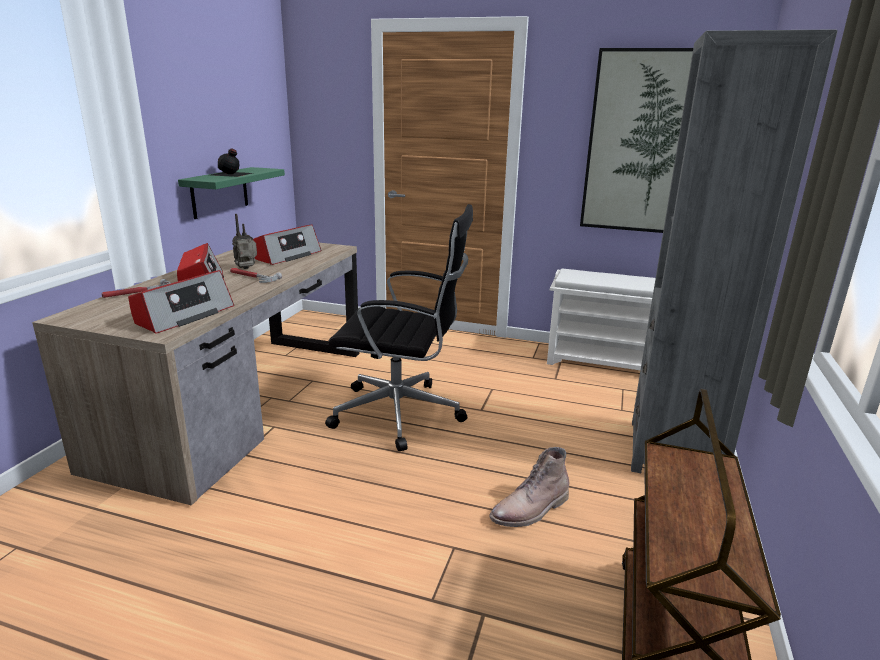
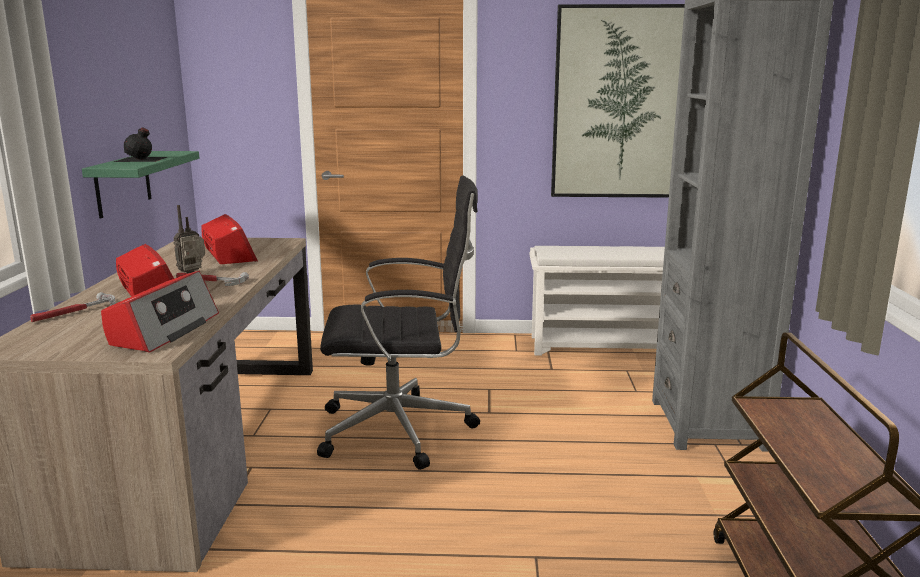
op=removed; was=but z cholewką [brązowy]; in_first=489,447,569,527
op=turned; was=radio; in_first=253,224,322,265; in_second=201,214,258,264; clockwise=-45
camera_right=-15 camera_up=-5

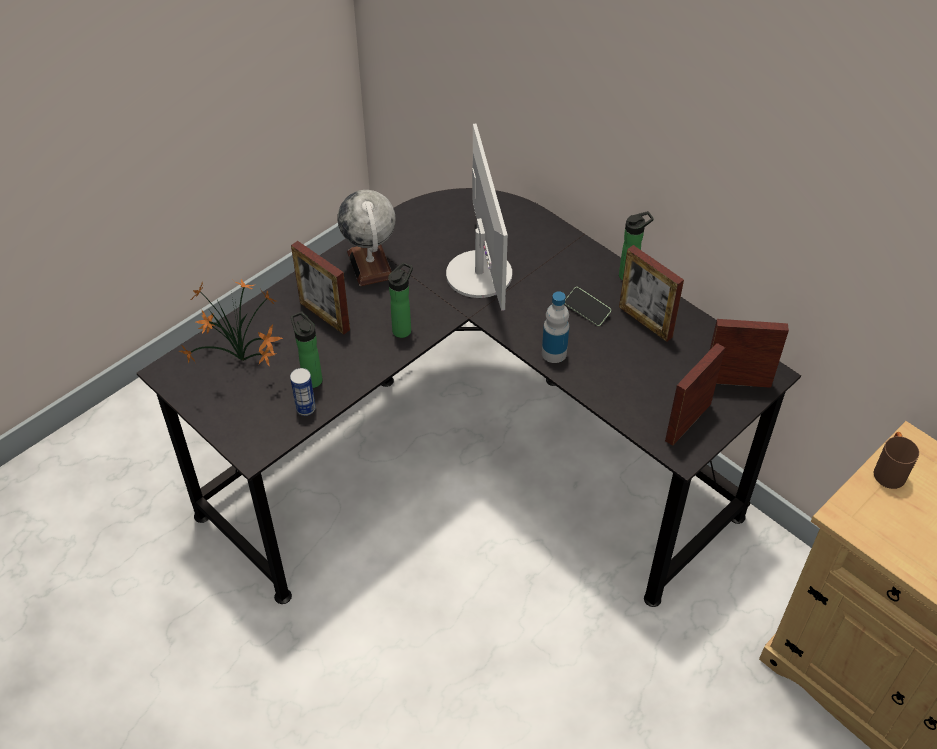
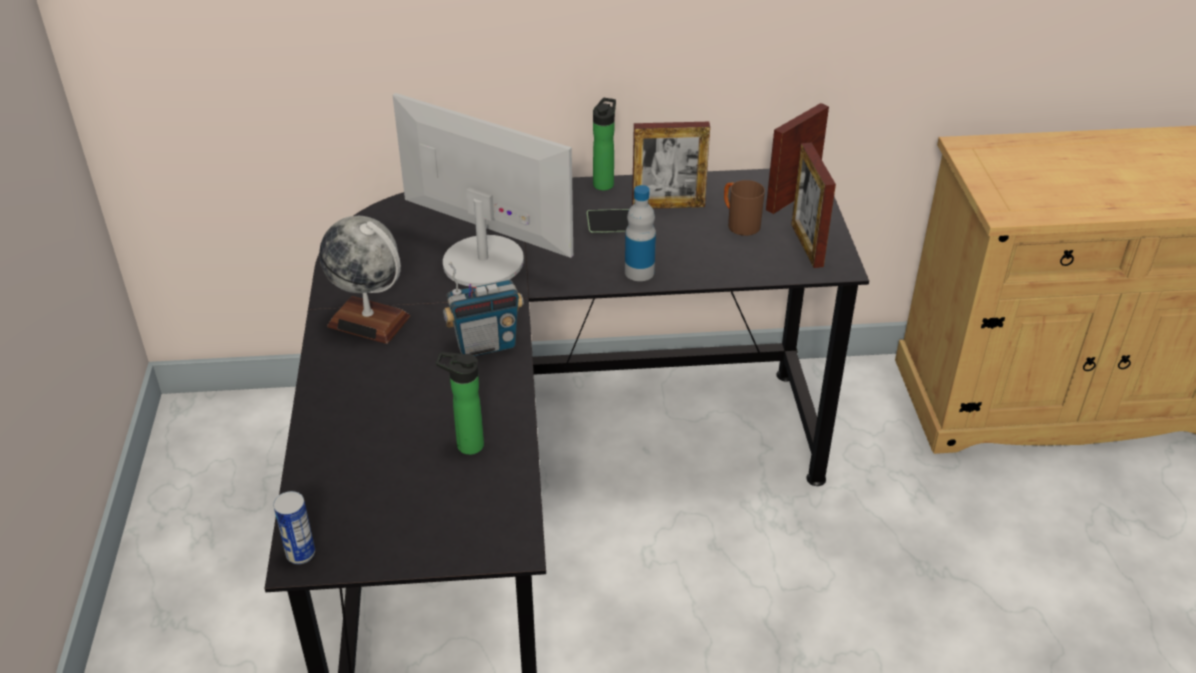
op=removed; was=roślina doniczkowa; in_first=178,279,283,367
op=removed; was=ramka na zdjęcie; in_first=291,241,350,335
op=moved; was=puszka; in_first=290,368,316,416; in_second=273,491,315,564
op=moved; was=kubek [brązowy]; in_first=874,432,919,489; in_second=724,180,765,236
op=replaced; was=butelka; now=radio; in_first=388,262,413,338; in_second=443,262,524,356
camera_right=-50 camera_up=-10

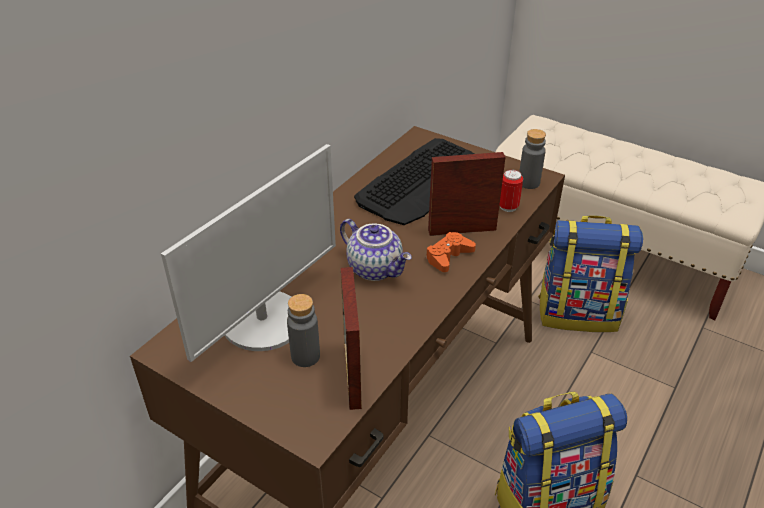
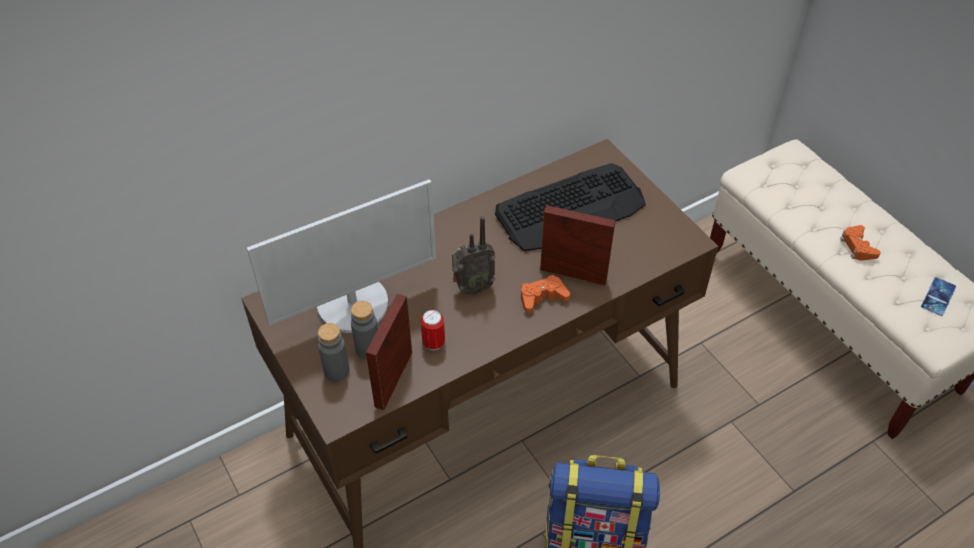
op=removed; was=plecak; in_first=538,216,643,332
op=added; now=pad do gier [pomarańczowy]; in_second=840,225,881,261
op=added; now=telefon; in_second=921,277,956,316
op=moved; was=puszka; in_first=499,169,523,212; in_second=421,310,445,350
op=moved; was=butelka [szary]; in_first=519,129,546,189; in_second=318,323,350,381
op=replaced; was=imbryk; now=radio; in_first=340,219,412,281; in_second=452,216,496,294
camera_right=25 camera_up=10

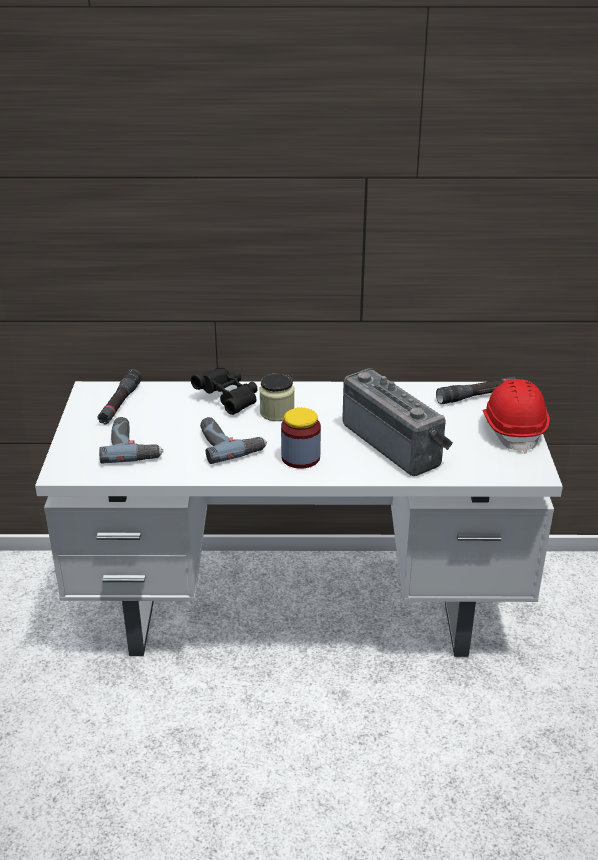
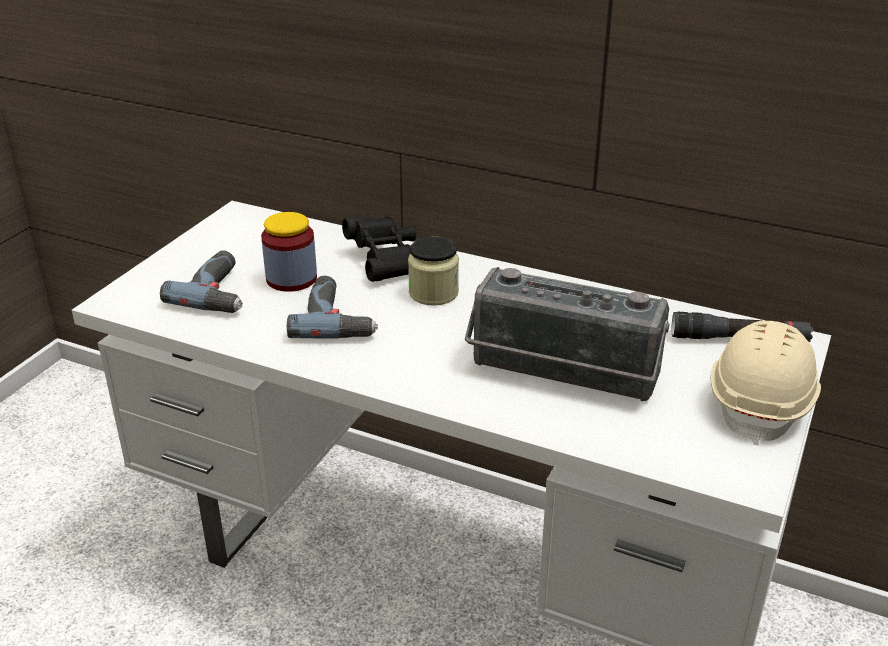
op=removed; was=latarka [czarny]; in_first=97,369,142,424
op=moved; was=słoik; in_first=281,408,321,469; in_second=261,212,317,292
op=recoloured; was=kask [czerwony]; now=kask [beżowy]; in_first=482,379,550,453; in_second=711,321,821,445
op=turned; was=radio; in_first=342,368,453,476; in_second=465,267,670,401; clockwise=120
camera_right=25 camera_up=0

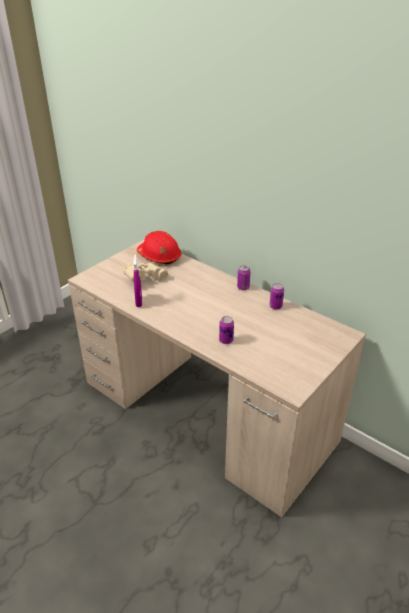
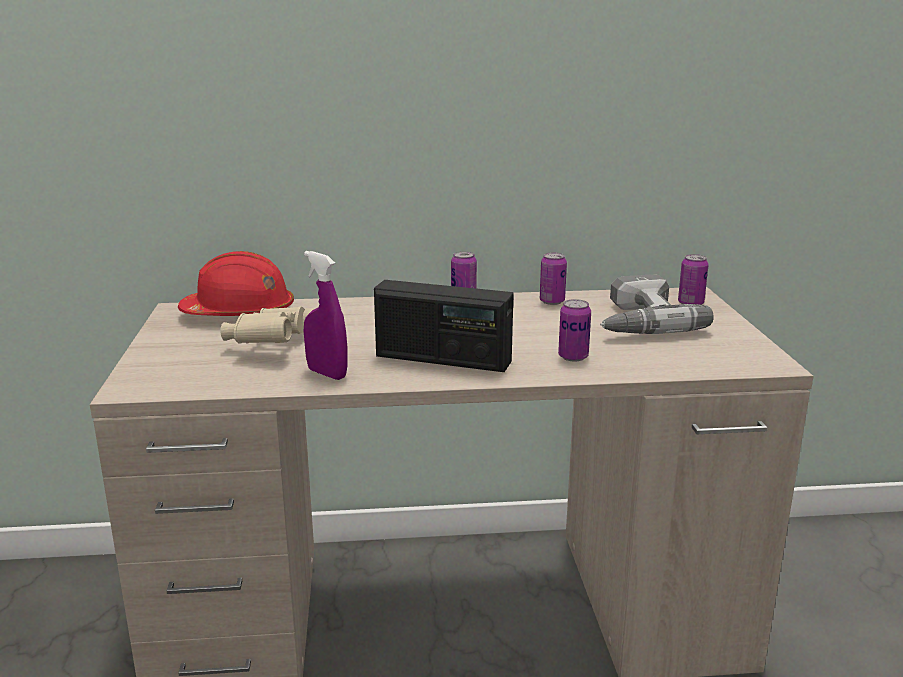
op=added; now=radio; in_second=374,280,514,372
op=added; now=wiertarka; in_second=600,274,714,334
op=added; now=puszka; in_second=678,254,708,305
camera_right=-45 camera_up=-15

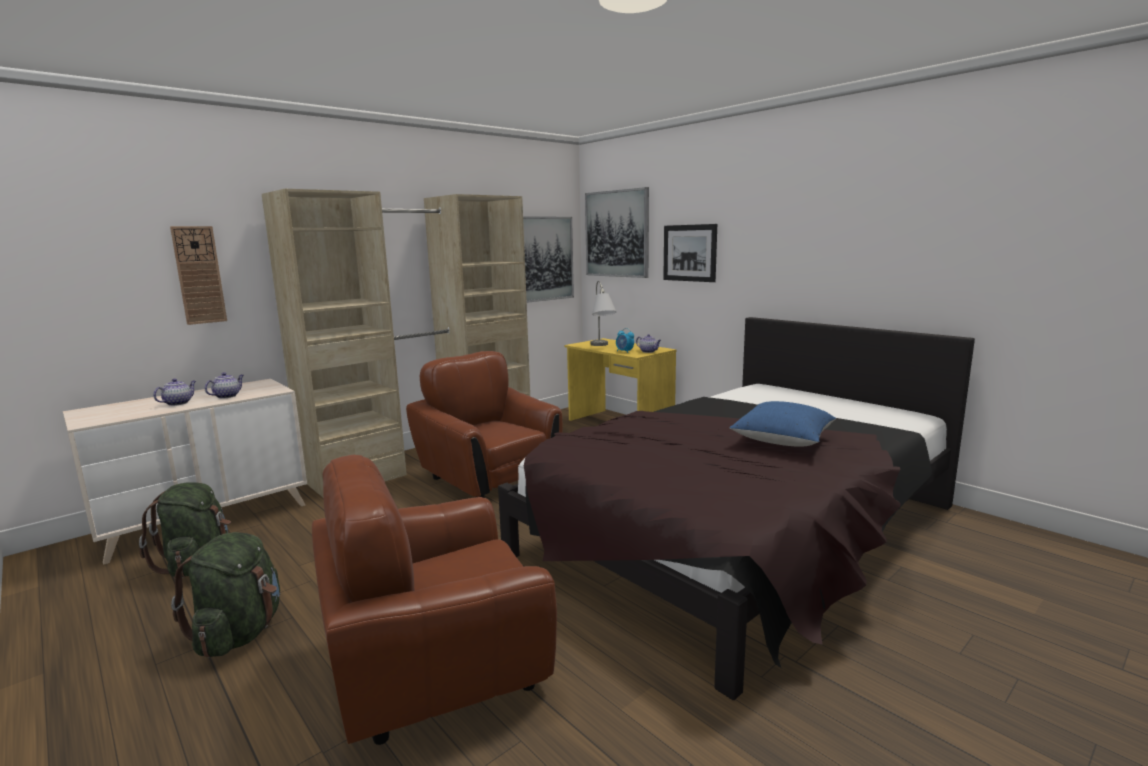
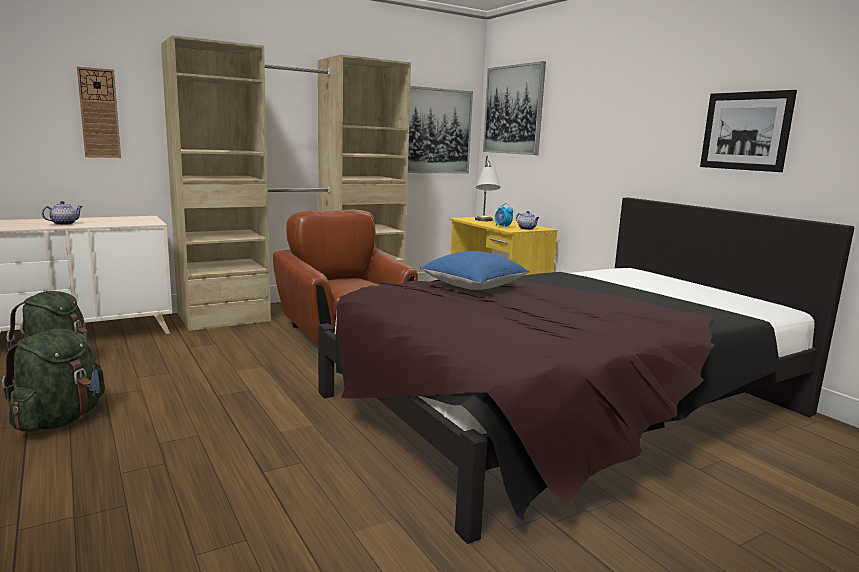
op=removed; was=imbryk; in_first=205,372,244,398
op=removed; was=fotel [brązowy]; in_first=312,455,557,745
op=moved; was=obraz; in_first=663,224,717,282; in_second=700,90,797,172
op=moved; was=poduszka [niebieski]; in_first=730,401,836,447; in_second=420,251,529,290
camera_right=10 camera_up=0

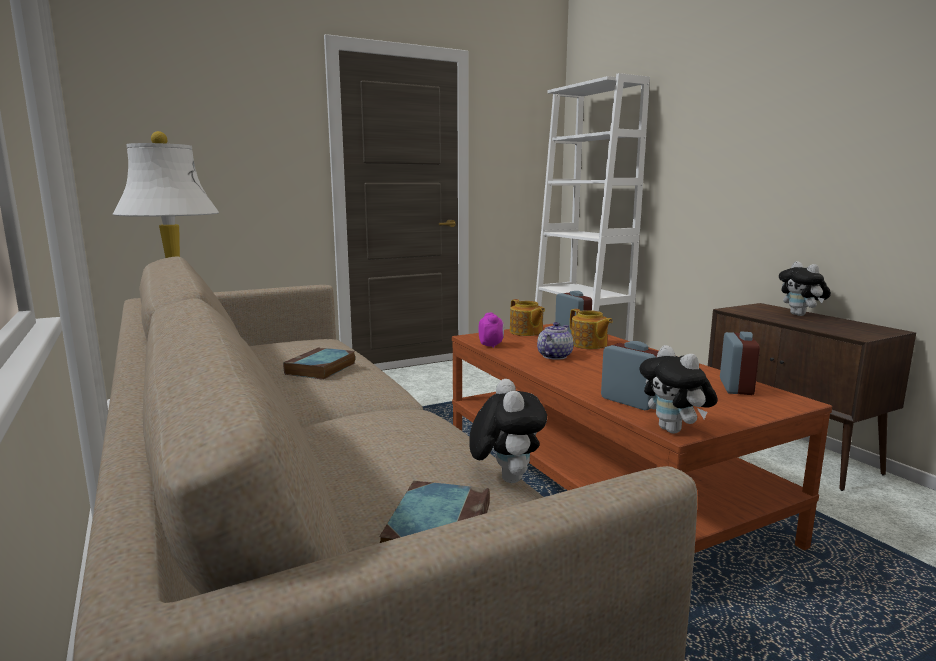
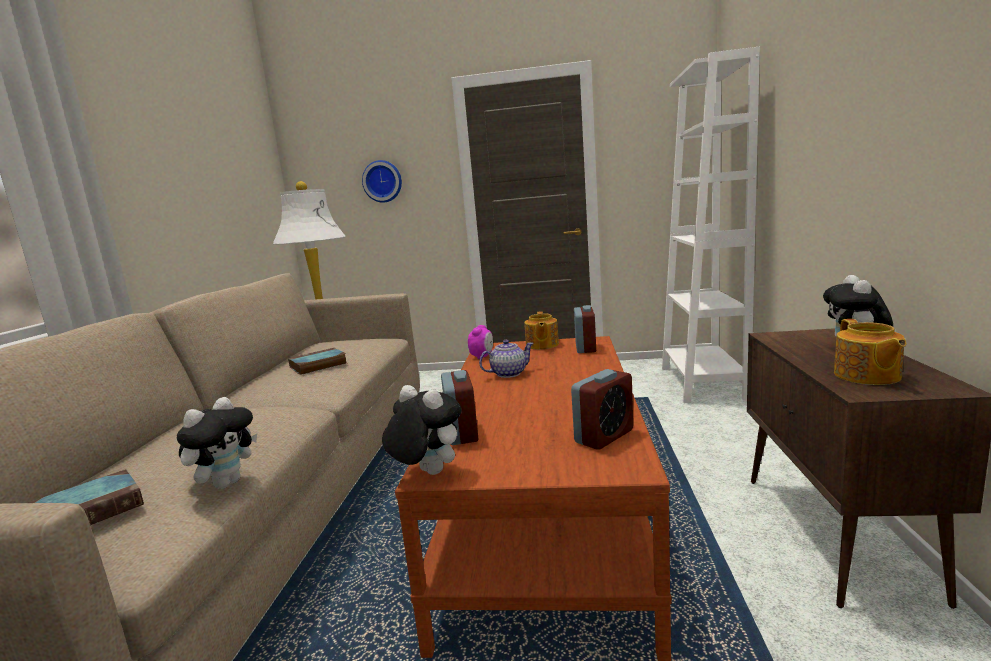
op=added; now=zegar ścienny; in_second=362,160,402,203
op=moved; was=imbryk; in_first=570,309,613,349; in_second=834,319,906,385
op=turned; was=pluszak; in_first=639,345,718,433; in_second=382,385,461,475; clockwise=120
camera_right=35 camera_up=0

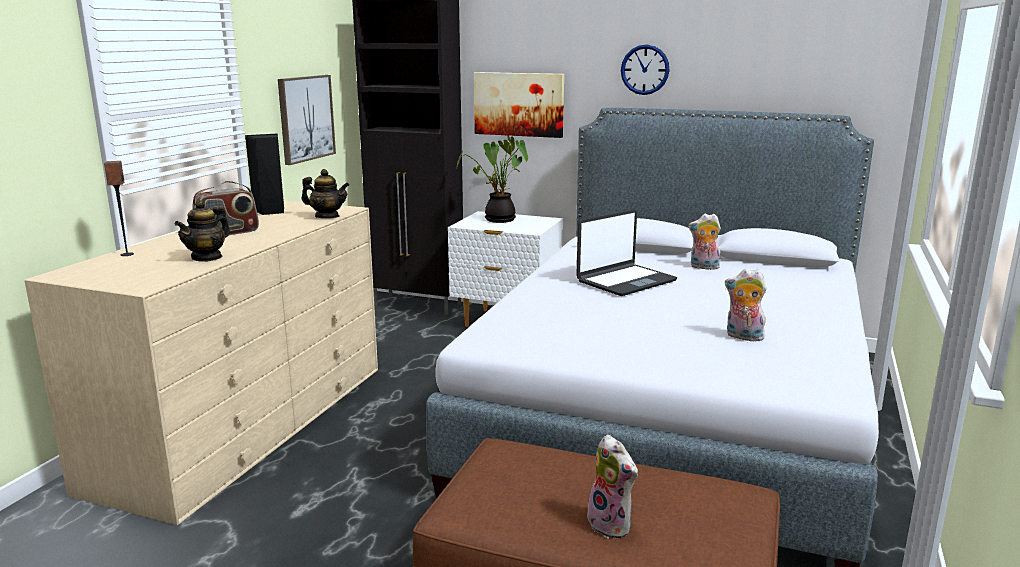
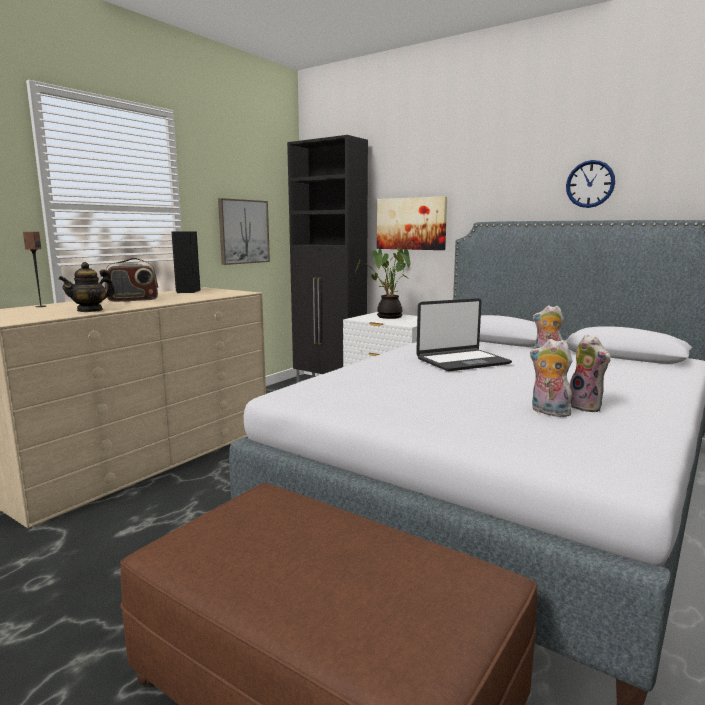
op=removed; was=imbryk; in_first=301,169,349,218
op=moved; was=pluszak; in_first=586,435,638,538; in_second=570,334,611,412
op=moved; was=zegar ścienny; in_first=621,45,670,95; in_second=566,160,615,208
camera_right=15 camera_up=-5

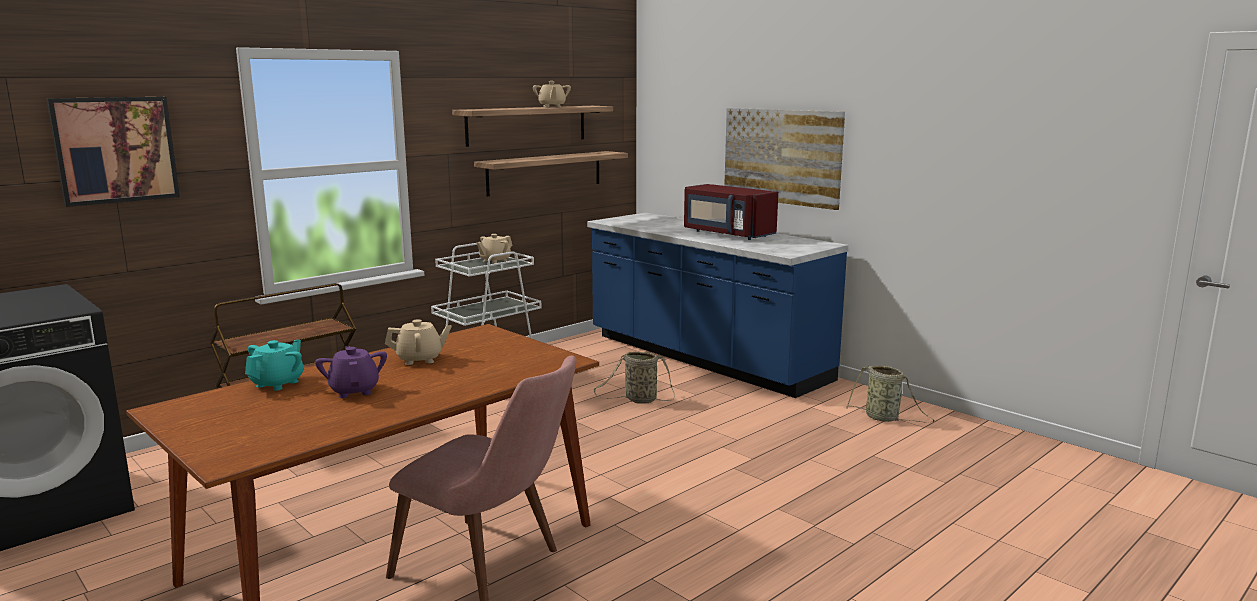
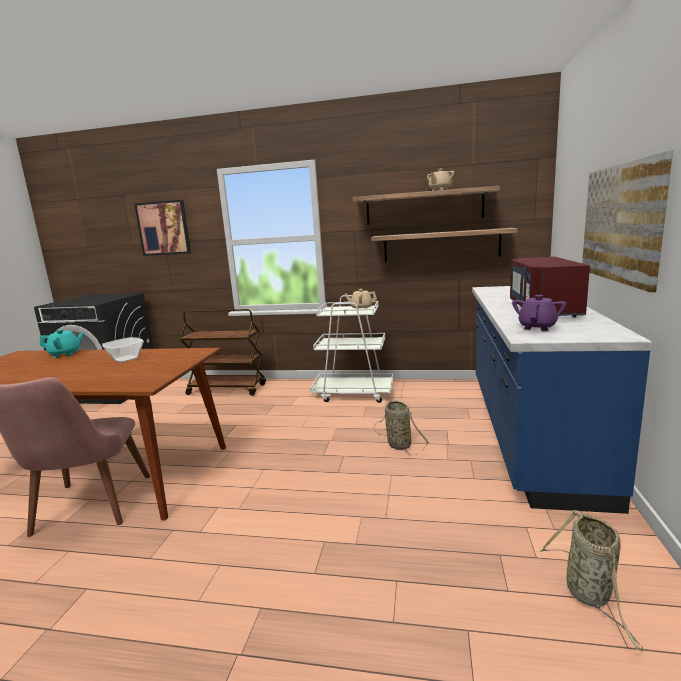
op=moved; was=imbryk [fioletowy]; in_first=315,346,387,398; in_second=512,295,567,331
op=replaced; was=imbryk [beżowy]; now=miska; in_first=385,319,451,365; in_second=102,337,144,363
camera_right=55 camera_up=0

